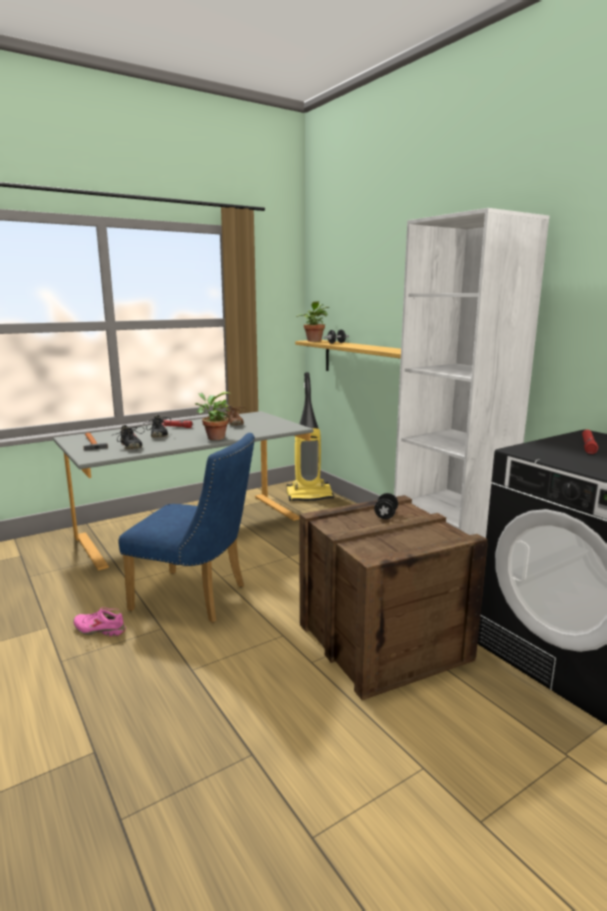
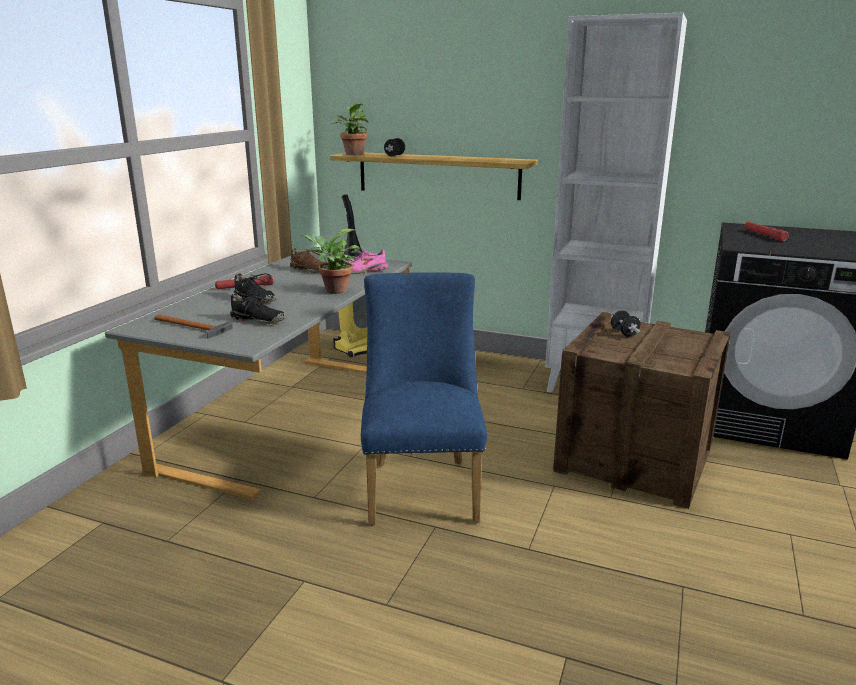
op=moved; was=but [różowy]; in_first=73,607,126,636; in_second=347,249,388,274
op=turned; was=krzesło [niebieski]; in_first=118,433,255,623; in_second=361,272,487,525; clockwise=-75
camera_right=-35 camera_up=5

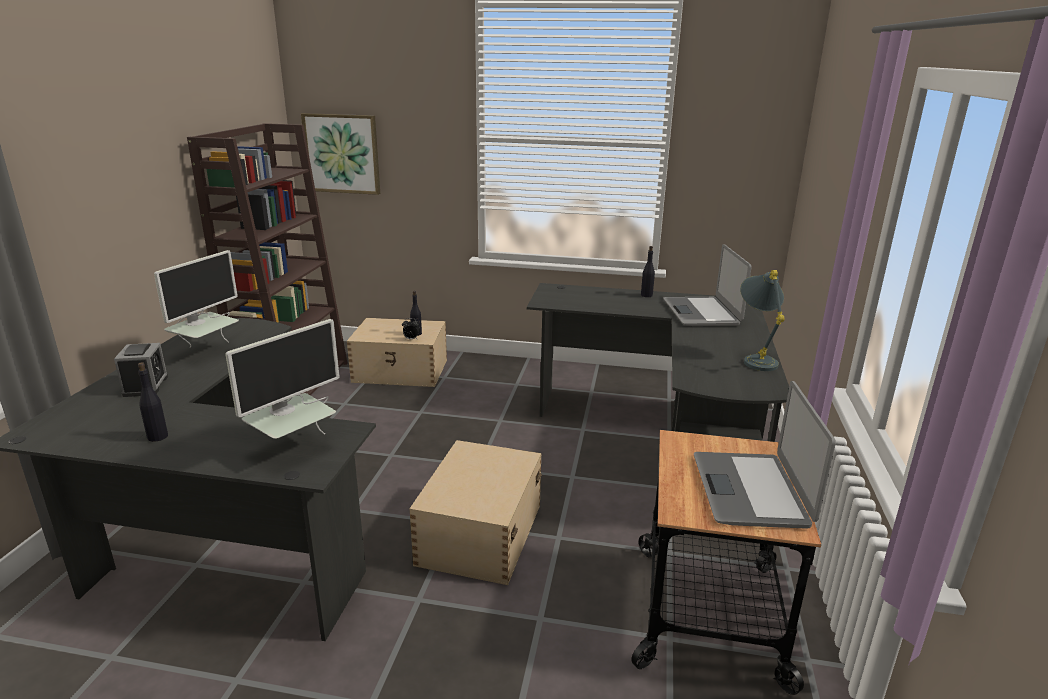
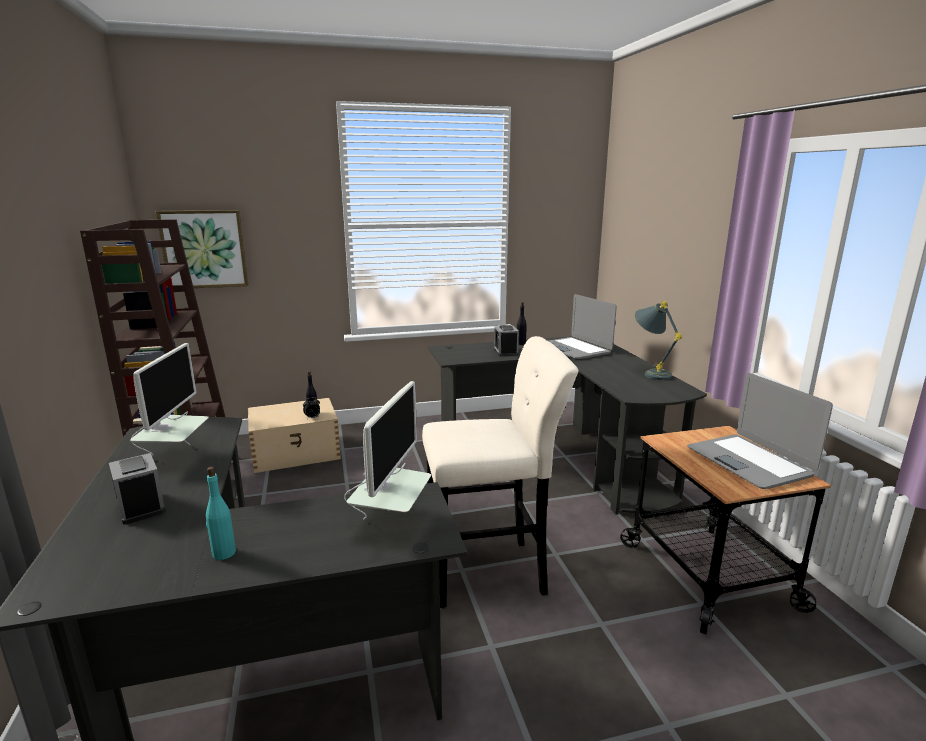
op=added; now=budzik; in_second=494,325,519,356
op=replaced; was=pojemnik do przechowywania [beżowy]; now=stołek [beżowy]; in_first=409,440,542,585; in_second=422,336,579,608
op=recoloured; was=butelka [czarny]; now=butelka [turkusowy]; in_first=138,362,168,442; in_second=206,467,236,560
camera_right=-25 camera_up=-5

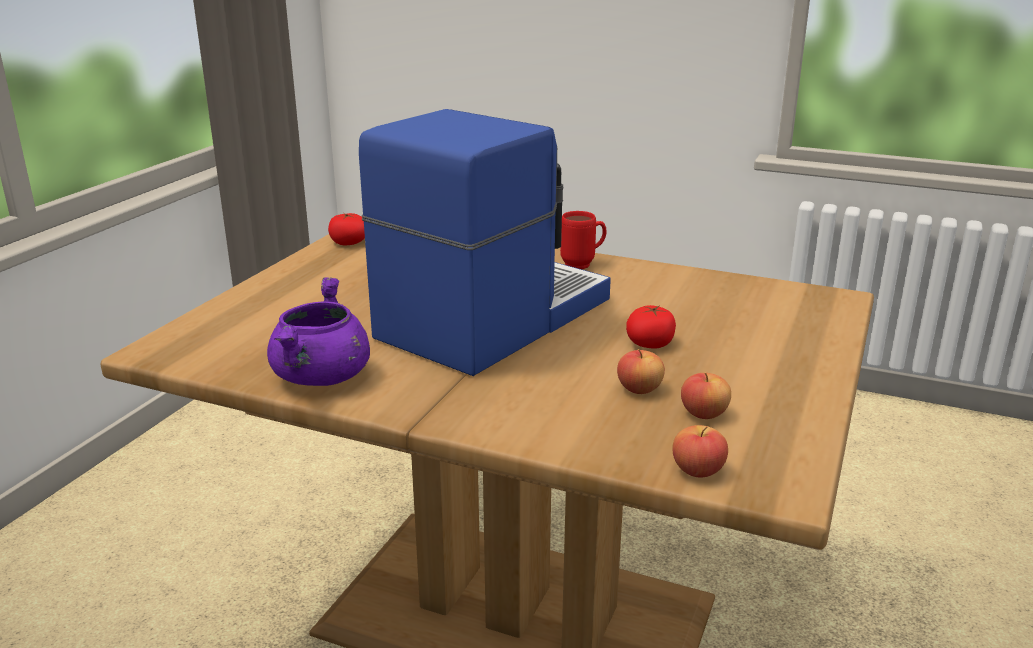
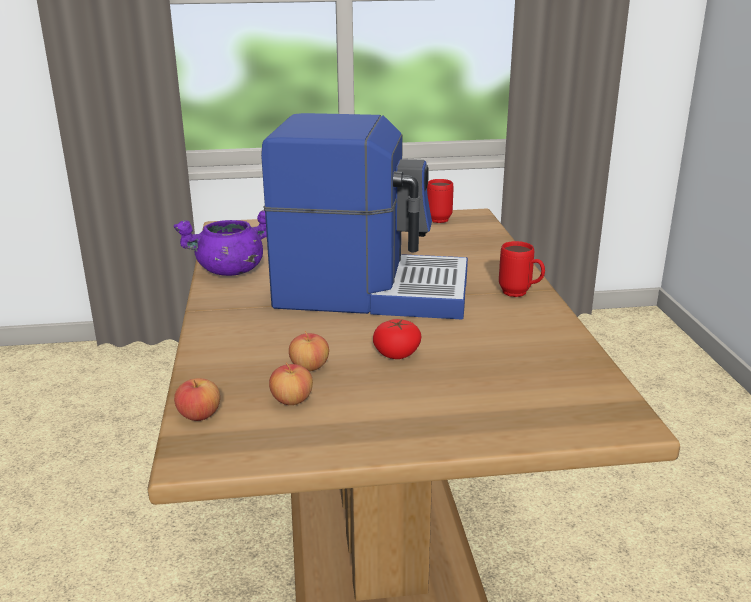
op=replaced; was=pomidor; now=kubek [czerwony]; in_first=328,213,365,245; in_second=427,179,453,223
camera_right=60 camera_up=0

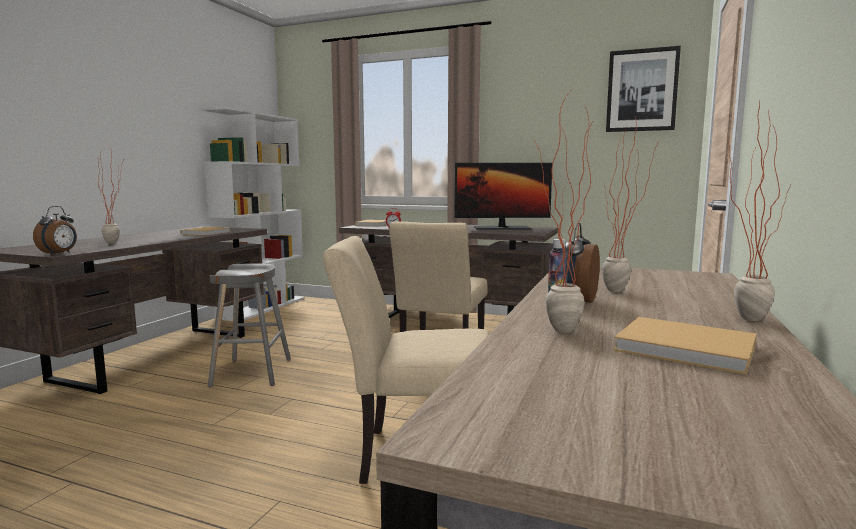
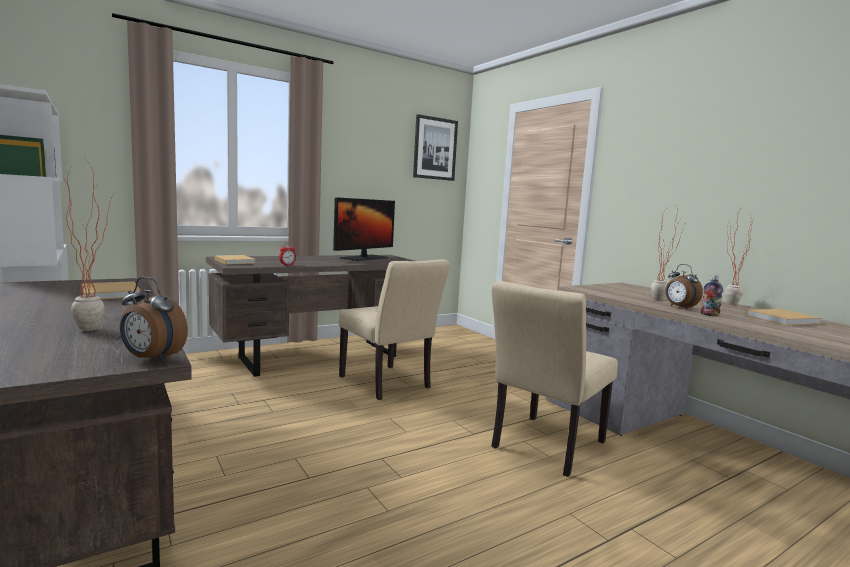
op=removed; was=stołek [szary]; in_first=208,264,291,387
op=removed; was=roślina doniczkowa; in_first=534,92,594,333
op=turned; was=budzik; in_first=33,206,77,255; in_second=120,277,188,362; clockwise=150
camera_right=-55 camera_up=0

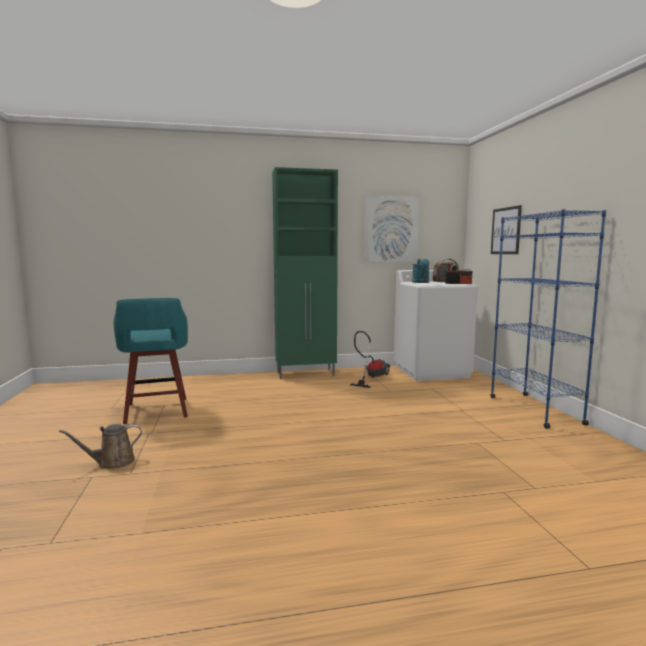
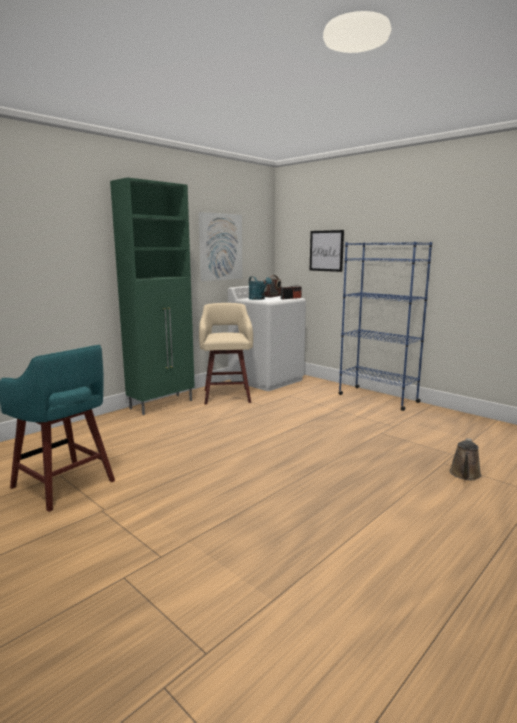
op=moved; was=konewka [brązowy]; in_first=59,424,142,469; in_second=449,438,482,480
op=replaced; was=odkurzacz; now=stołek [beżowy]; in_first=350,331,390,388; in_second=199,303,253,405
camera_right=-35 camera_up=5

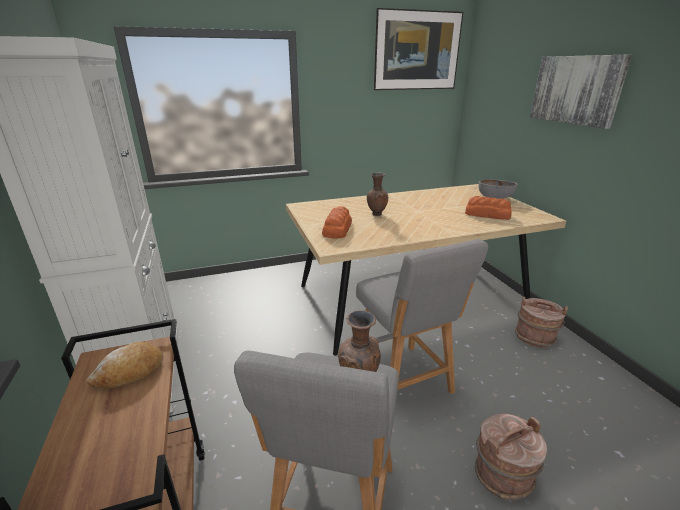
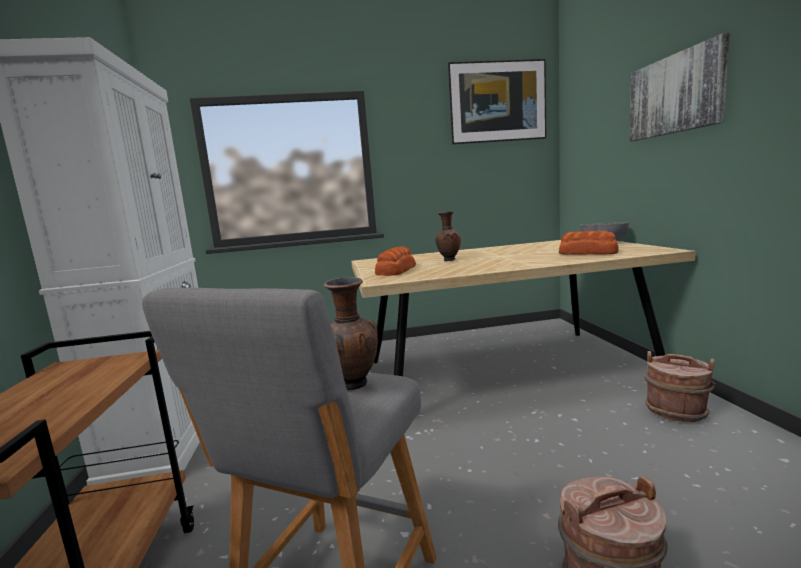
op=removed; was=chleb; in_first=86,341,163,388
op=removed; was=stołek [szary]; in_first=356,239,488,394
camera_right=10 camera_up=-15

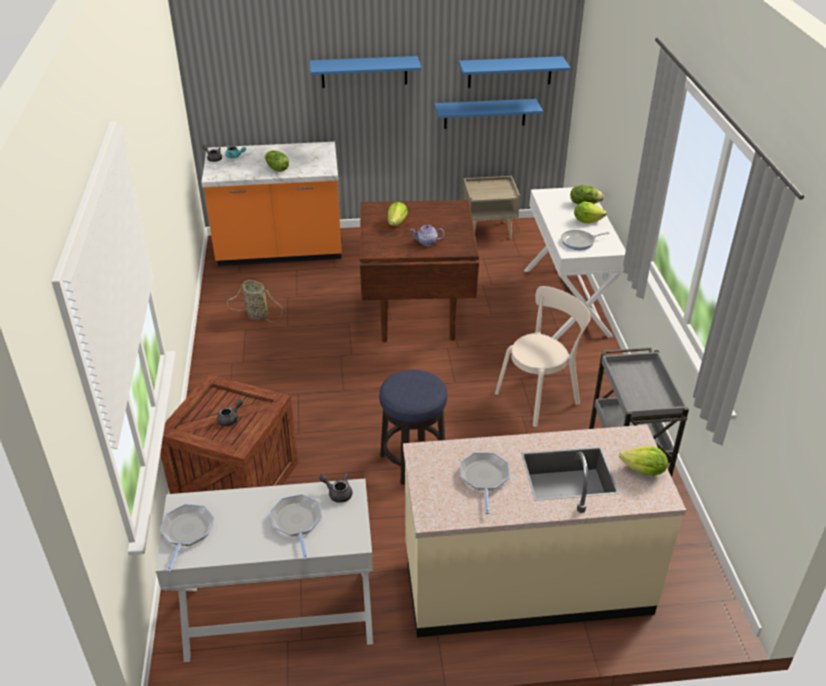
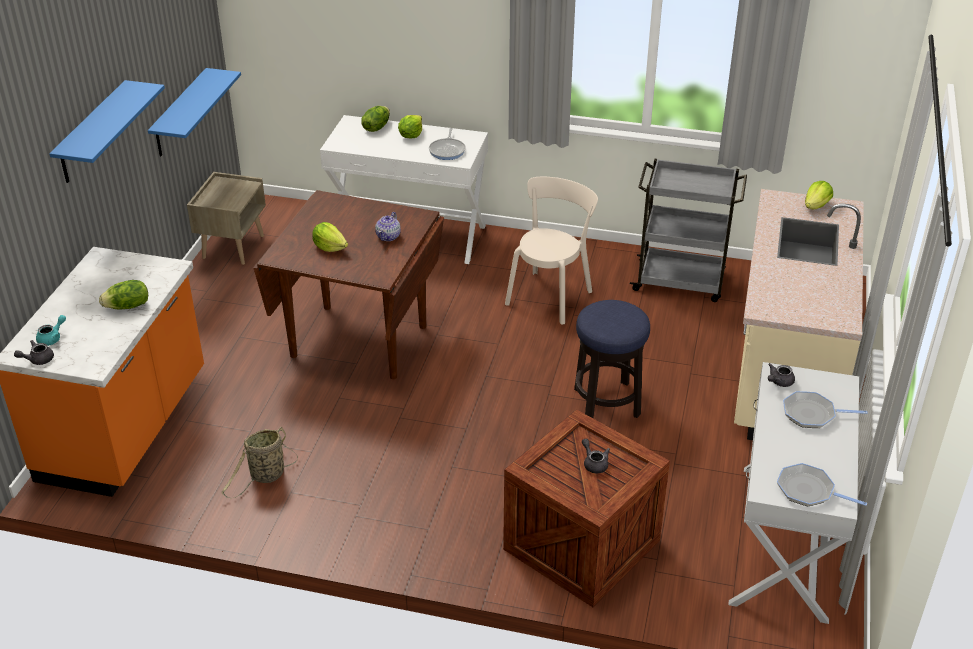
op=removed; was=półka [niebieski]; in_first=458,56,570,88
op=removed; was=patelnia; in_first=460,452,510,514
op=turned; was=krzesło [beżowy]; in_first=495,286,591,427; in_second=505,177,598,325; clockwise=45
camera_right=-70 camera_up=0

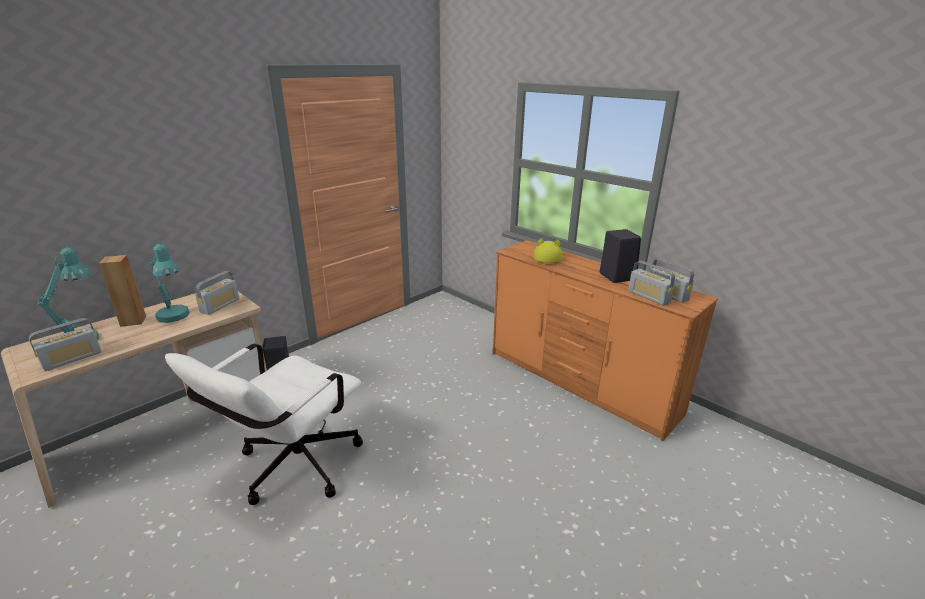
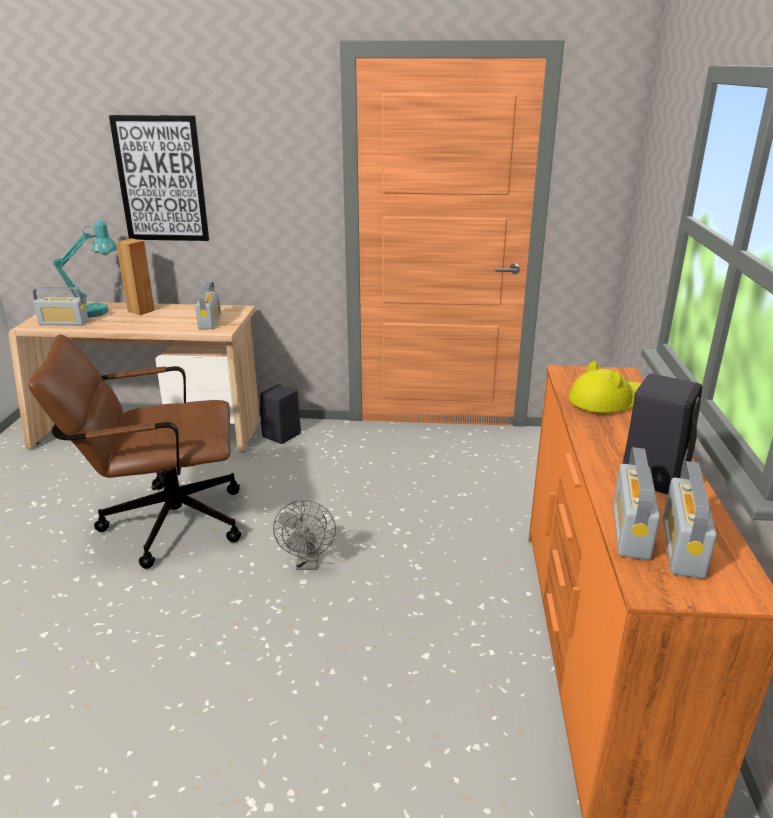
op=removed; was=lampa stołowa [turkusowy]; in_first=149,244,190,323
op=added; now=obraz; in_second=109,115,209,241
op=added; now=wentylator [szary]; in_second=273,500,336,570
op=recoloured; was=krzesło biurowe [biały]; now=krzesło biurowe [brązowy]; in_first=165,344,363,505; in_second=28,334,241,569
op=turned; was=radio; in_first=195,271,239,315; in_second=195,282,221,329; clockwise=-75
camera_right=50 camera_up=0

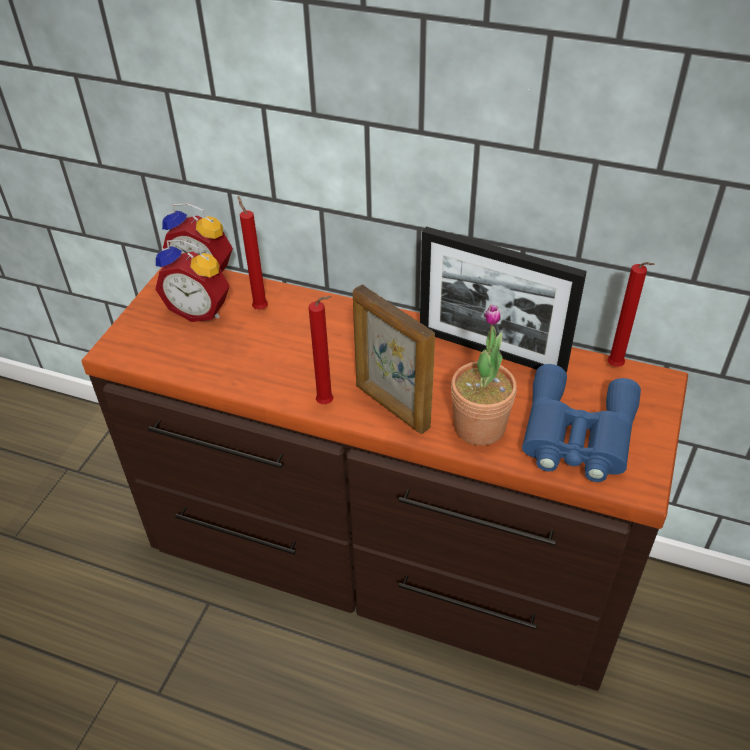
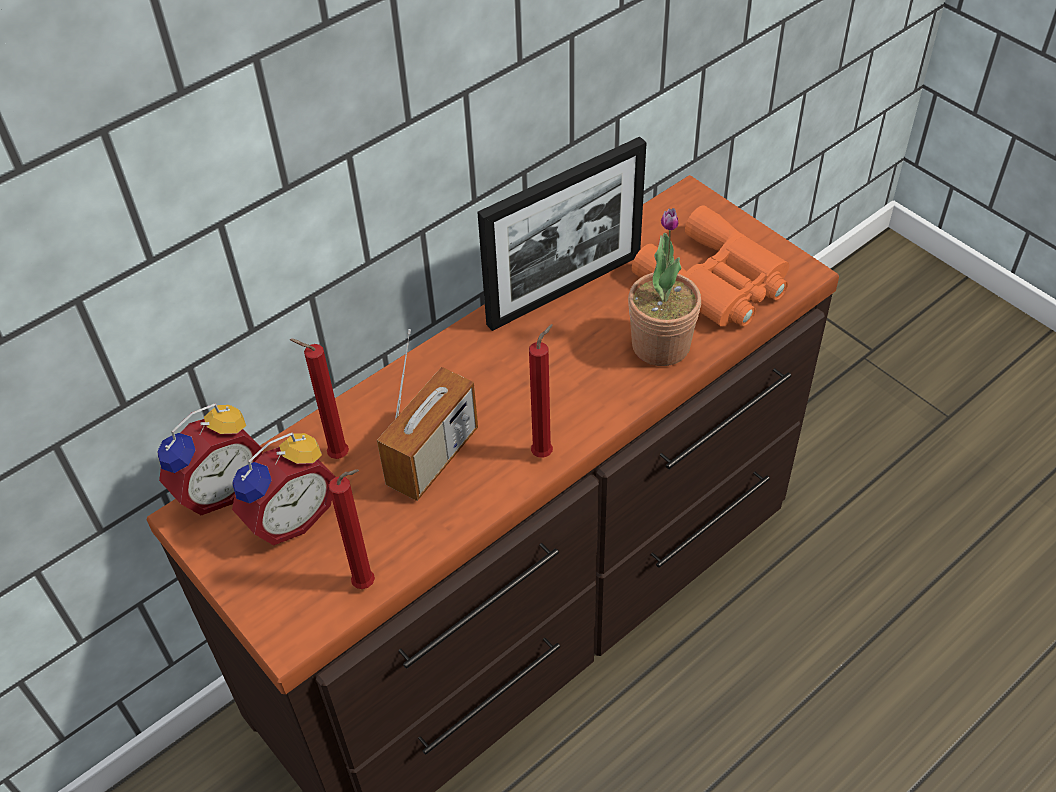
op=removed; was=ramka na zdjęcie; in_first=353,285,435,434
op=added; now=radio; in_second=377,329,478,501
op=moved; was=świeca [czerwony]; in_first=607,262,655,367; in_second=329,469,375,589
op=recoloured; was=lornetka [niebieski]; now=lornetka [pomarańczowy]; in_first=522,364,641,482; in_second=632,205,789,327
camera_right=-60 camera_up=5

